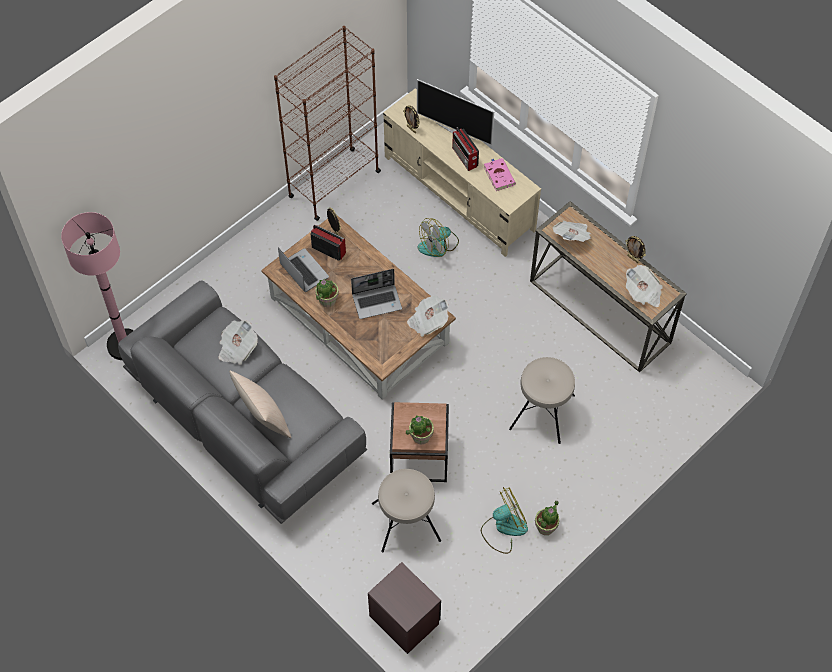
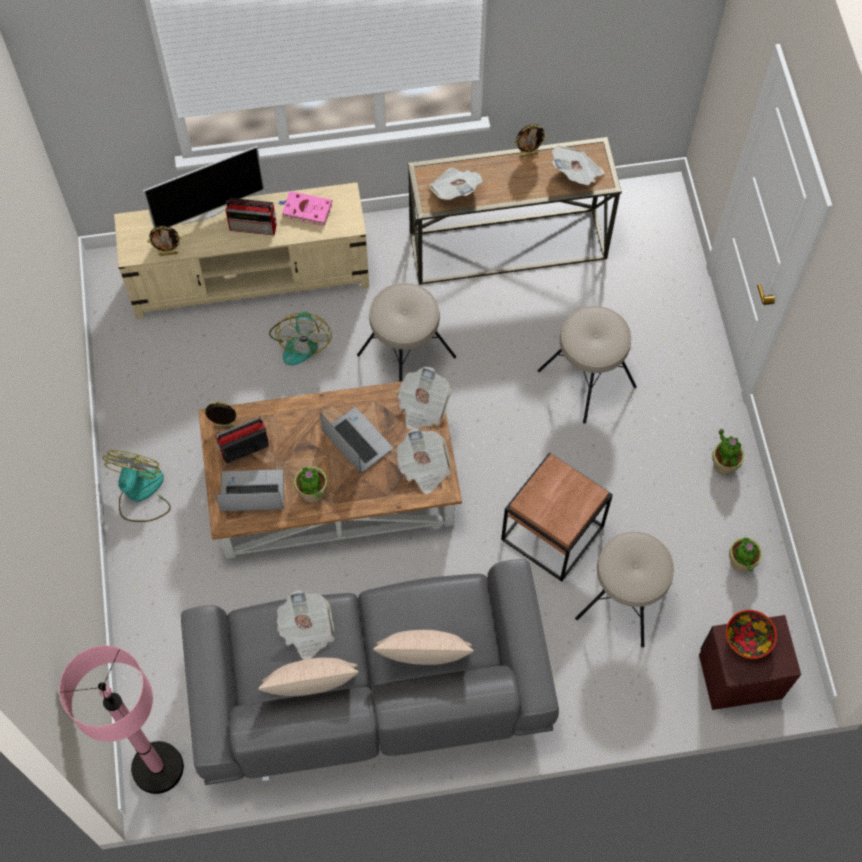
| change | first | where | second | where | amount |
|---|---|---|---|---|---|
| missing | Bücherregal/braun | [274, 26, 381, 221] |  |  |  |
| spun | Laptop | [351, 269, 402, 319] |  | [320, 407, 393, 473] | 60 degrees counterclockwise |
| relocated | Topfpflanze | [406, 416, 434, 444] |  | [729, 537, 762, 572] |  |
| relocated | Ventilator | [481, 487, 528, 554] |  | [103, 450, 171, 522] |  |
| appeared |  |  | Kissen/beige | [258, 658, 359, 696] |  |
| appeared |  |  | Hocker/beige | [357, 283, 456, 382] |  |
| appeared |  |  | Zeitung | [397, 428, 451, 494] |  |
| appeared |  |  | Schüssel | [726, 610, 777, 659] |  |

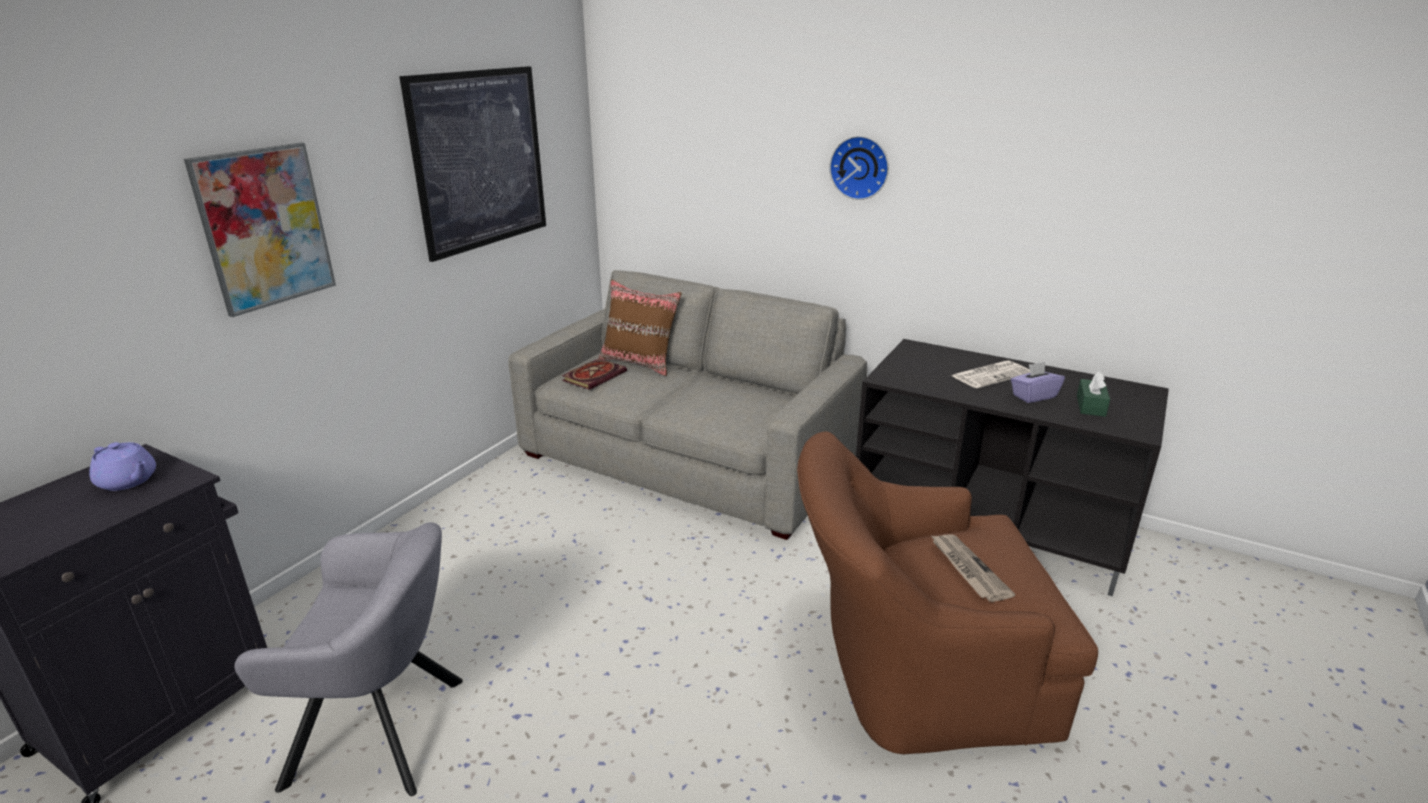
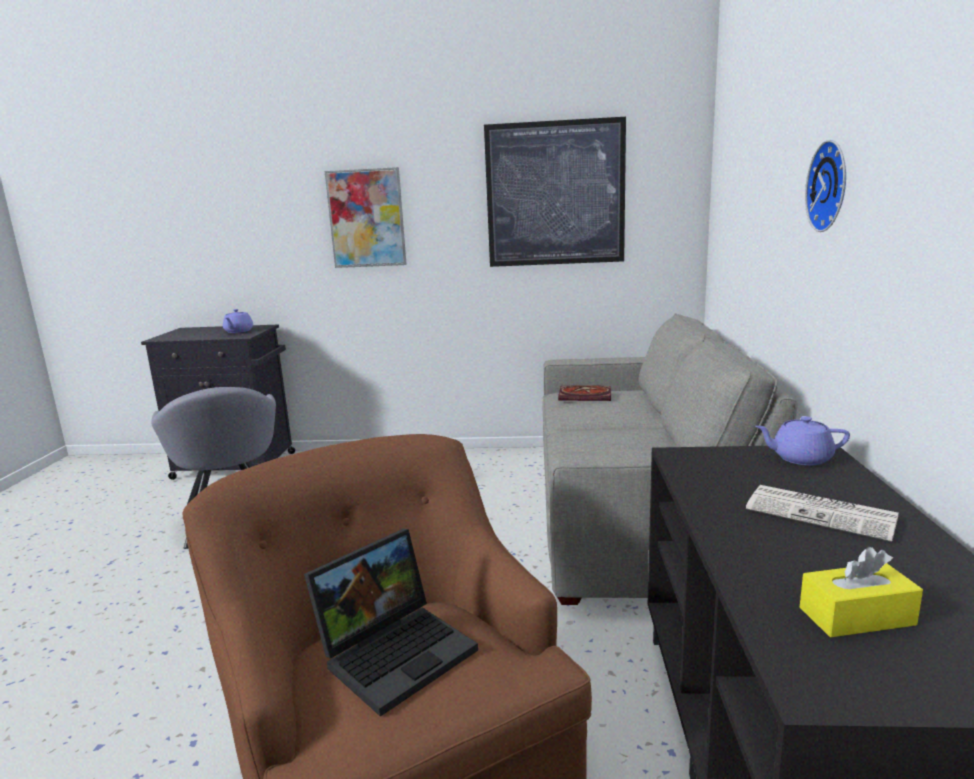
| change | first | where | second | where | amount |
|---|---|---|---|---|---|
| missing | Kissen/braun | [599, 279, 682, 376] |  |  |  |
| exchanged | Zeitung | [931, 534, 1015, 602] | Laptop | [304, 529, 478, 717] |  |
| missing | Taschentuchbox/lila | [1011, 362, 1065, 403] |  |  |  |
| colour | Taschentuchbox/grün | [1077, 372, 1110, 417] | Taschentuchbox/gelb | [800, 547, 923, 637] |  |
| appeared |  |  | Teekanne/lila | [755, 416, 850, 465] |  |

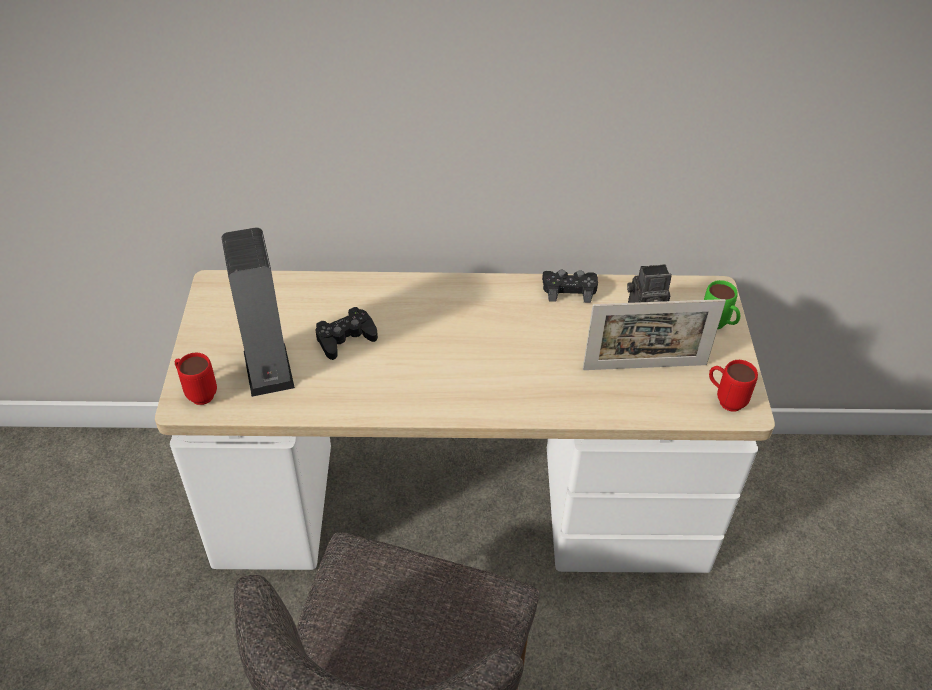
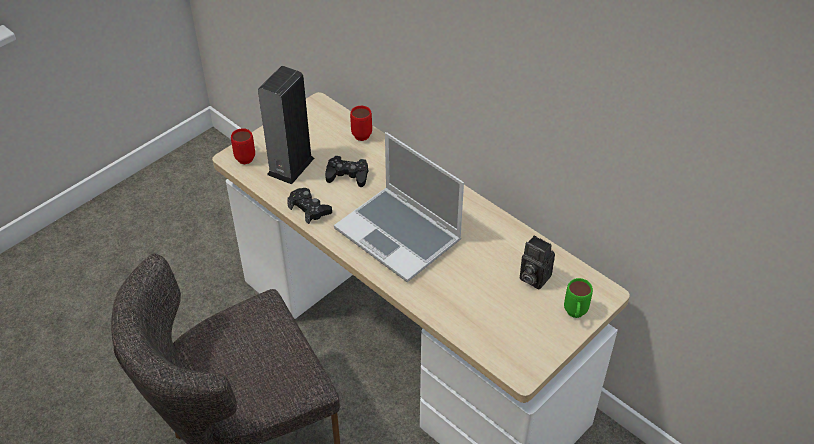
| change | first | where | second | where | amount |
|---|---|---|---|---|---|
| relocated | Gamepad/schwarz | [542, 270, 598, 303] |  | [287, 188, 332, 224] |  |
| missing | Bilderrahmen | [583, 299, 726, 370] |  |  |  |
| relocated | Henkelbecher/rot | [709, 360, 758, 411] |  | [350, 106, 372, 141] |  |
| appeared |  |  | Laptop | [334, 132, 464, 282] |  |

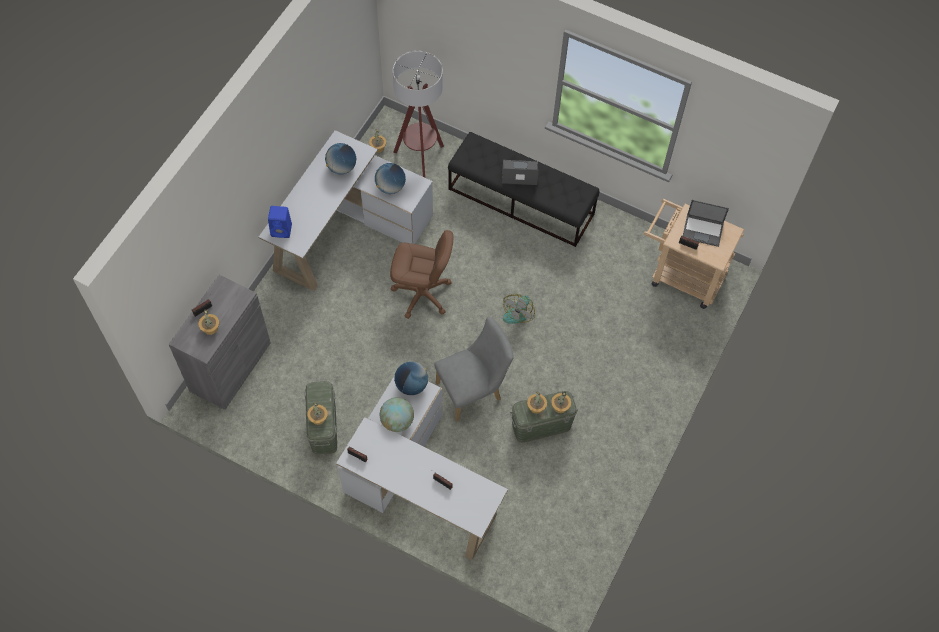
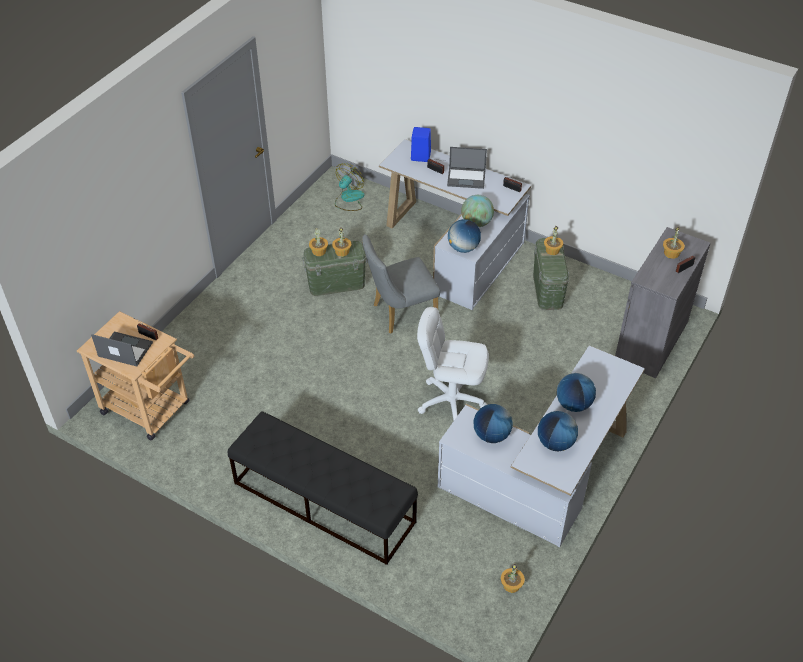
| change | first | where | second | where | amount |
|---|---|---|---|---|---|
| relocated | Lautsprecher/blau | [268, 206, 292, 238] |  | [411, 127, 431, 162] |  |
| colour | Bürostuhl/braun | [390, 230, 453, 319] | Bürostuhl/weiß | [417, 307, 489, 421] |  |
| missing | Stehlampe | [393, 51, 444, 178] |  |  |  |
| relocated | Laptop | [502, 160, 539, 185] |  | [447, 147, 487, 189] |  |
| relocated | Ventilator | [503, 294, 535, 324] |  | [335, 163, 365, 211] |  |
| appeared |  |  | Globus | [557, 373, 596, 412] |  |

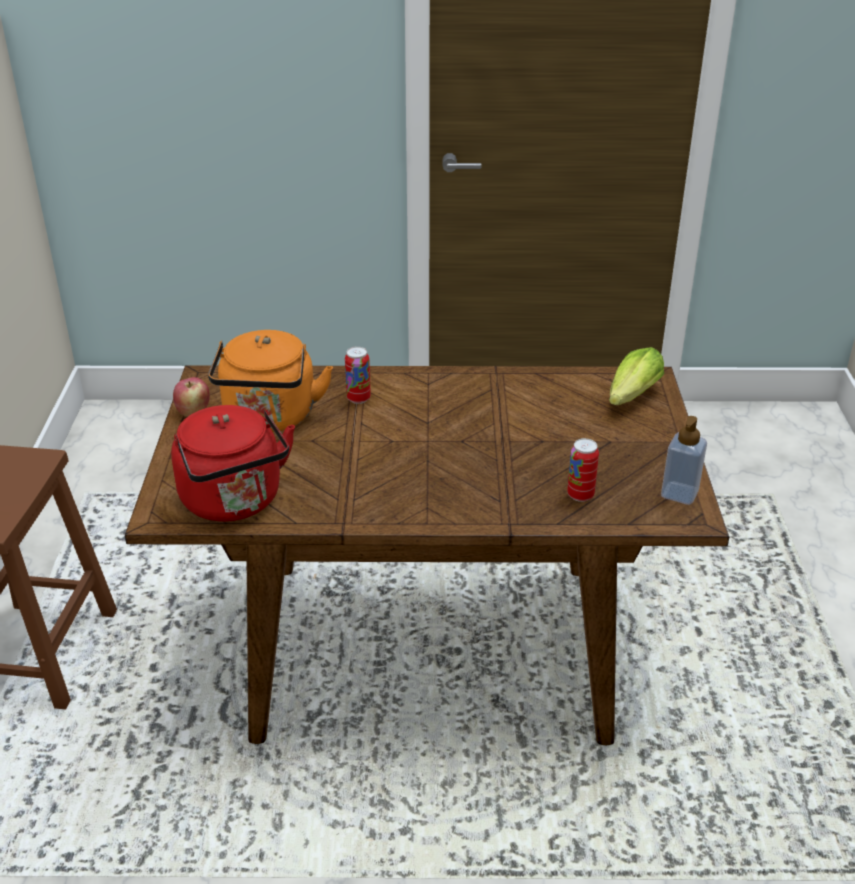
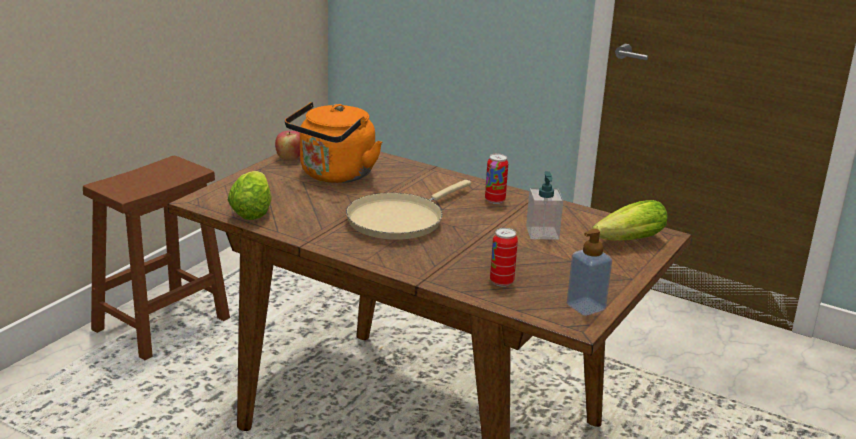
| change | first | where | second | where | amount |
|---|---|---|---|---|---|
| exchanged | Wasserkessel/rot | [171, 405, 295, 522] | Salatkopf | [228, 171, 272, 220] |  |
| relocated | Dose | [345, 346, 371, 404] |  | [485, 154, 508, 204] |  |
| appeared |  |  | Pfanne/beige | [346, 180, 471, 240] |  |
| appeared |  |  | Seifenspender | [526, 171, 563, 239] |  |

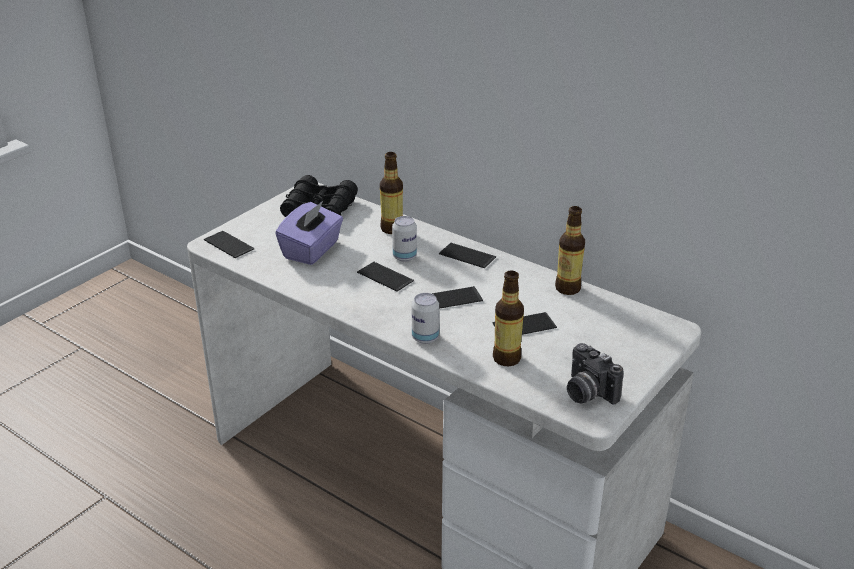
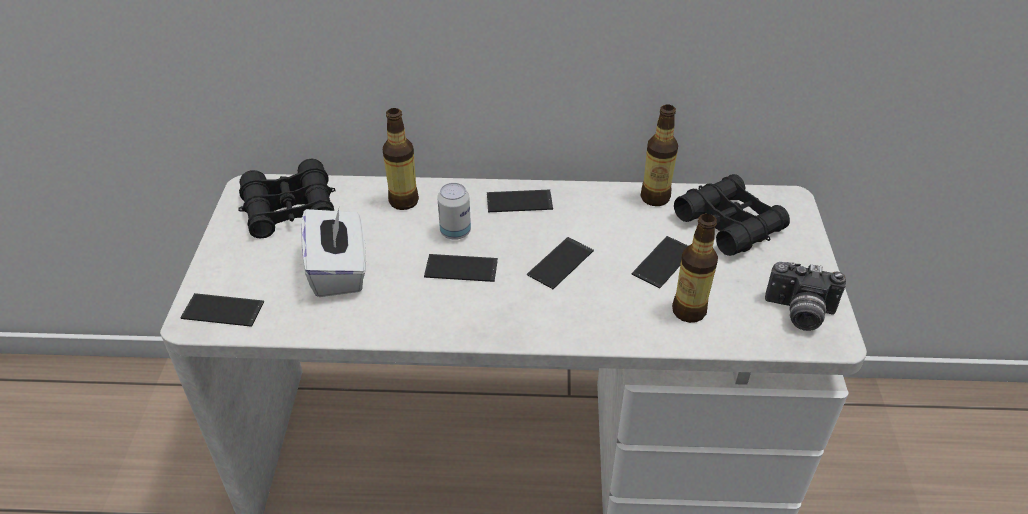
| change | first | where | second | where | amount |
|---|---|---|---|---|---|
| colour | Taschentuchbox/lila | [275, 201, 343, 265] | Taschentuchbox/weiß | [302, 205, 366, 297] |  |
| missing | Dose | [412, 293, 439, 344] |  |  |  |
| appeared |  |  | Fernglas/schwarz | [674, 174, 790, 256] |  |

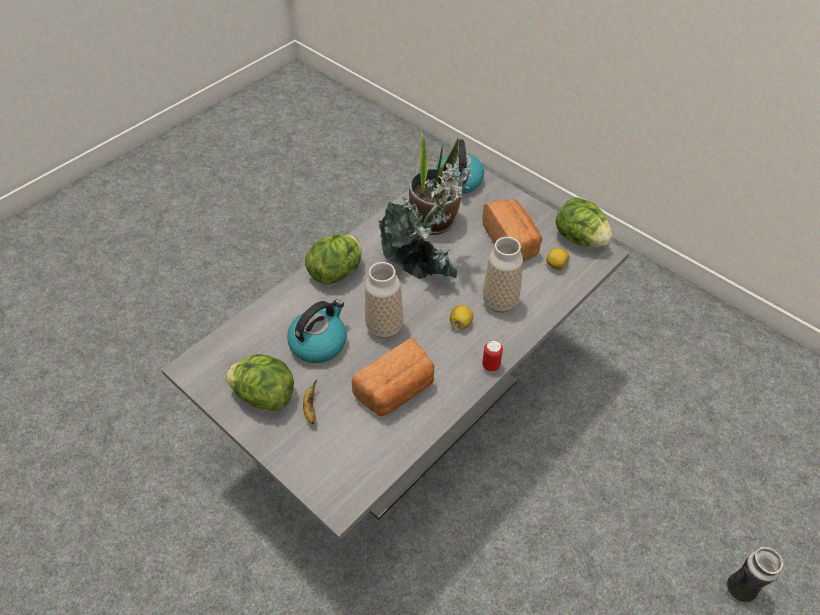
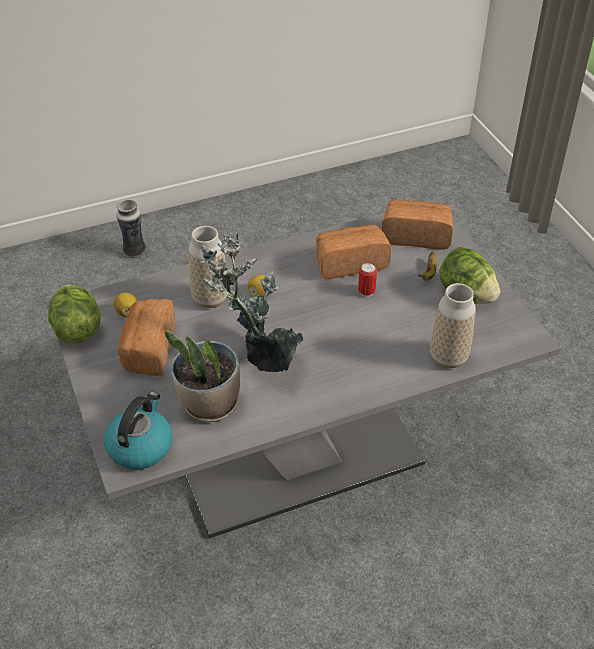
| change | first | where | second | where | amount |
|---|---|---|---|---|---|
| missing | Wasserkessel | [287, 299, 347, 363] |  |  |  |
| missing | Salatkopf | [305, 234, 361, 284] |  |  |  |
| relocated | Vase | [365, 262, 403, 339] |  | [430, 283, 476, 368] |  |
| relocated | Dose | [482, 340, 503, 372] |  | [358, 263, 377, 297] |  |
| appeared |  |  | Brot | [382, 200, 453, 250] |  |

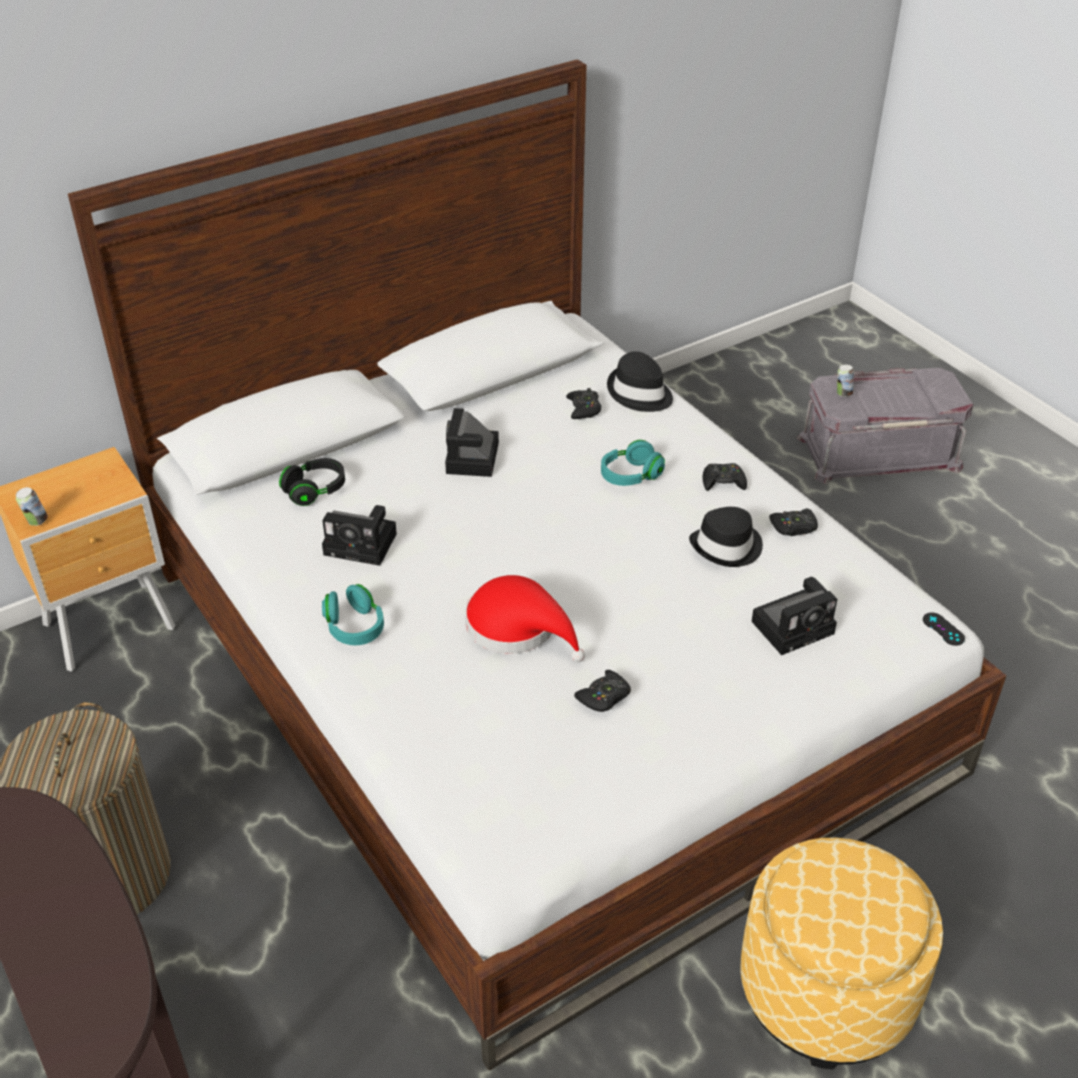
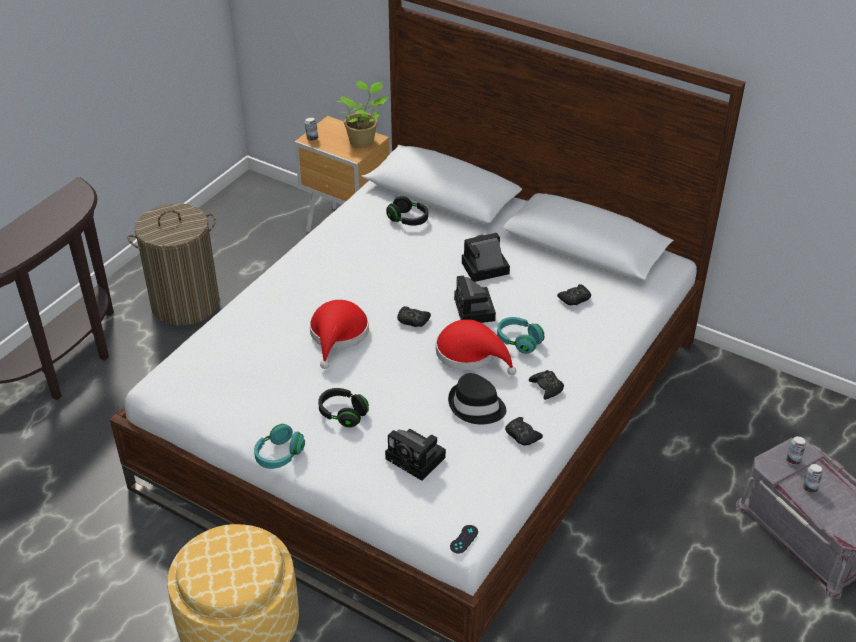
| change | first | where | second | where | amount |
|---|---|---|---|---|---|
| relocated | Kamera | [322, 505, 397, 566] |  | [454, 276, 496, 323] |  |
| relocated | Kopfhörer/türkis | [322, 584, 384, 645] |  | [254, 424, 305, 469] |  |
| relocated | Gamepad/schwarz | [574, 670, 631, 712] |  | [397, 306, 431, 327] |  |
| missing | Hut/schwarz | [607, 351, 673, 412] |  |  |  |
| appeared |  |  | Kopfhörer/schwarz | [318, 388, 369, 428] |  |
| appeared |  |  | Topfpflanze | [336, 81, 388, 148] |  |
| appeared |  |  | Hut/rot | [436, 319, 516, 375] |  |
| appeared |  |  | Dose | [803, 464, 823, 493] |  |

